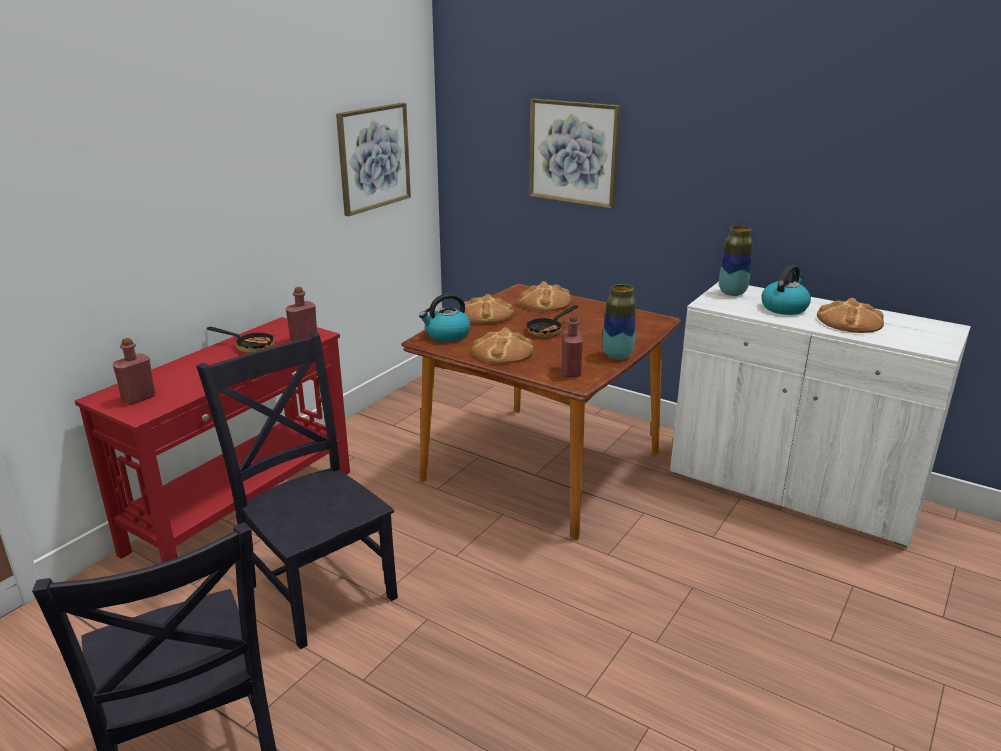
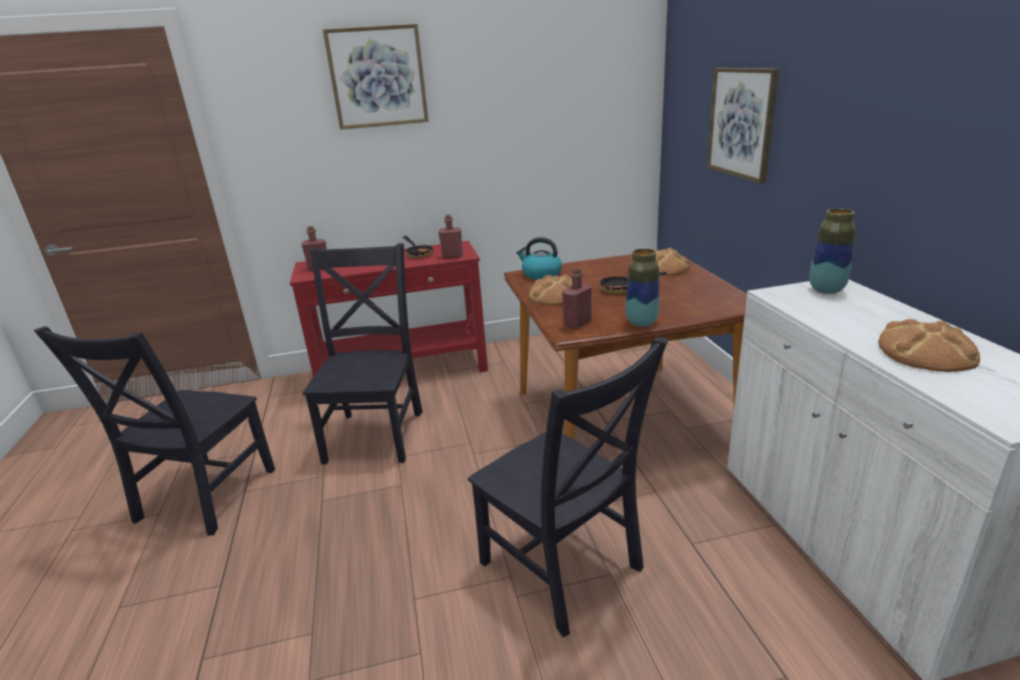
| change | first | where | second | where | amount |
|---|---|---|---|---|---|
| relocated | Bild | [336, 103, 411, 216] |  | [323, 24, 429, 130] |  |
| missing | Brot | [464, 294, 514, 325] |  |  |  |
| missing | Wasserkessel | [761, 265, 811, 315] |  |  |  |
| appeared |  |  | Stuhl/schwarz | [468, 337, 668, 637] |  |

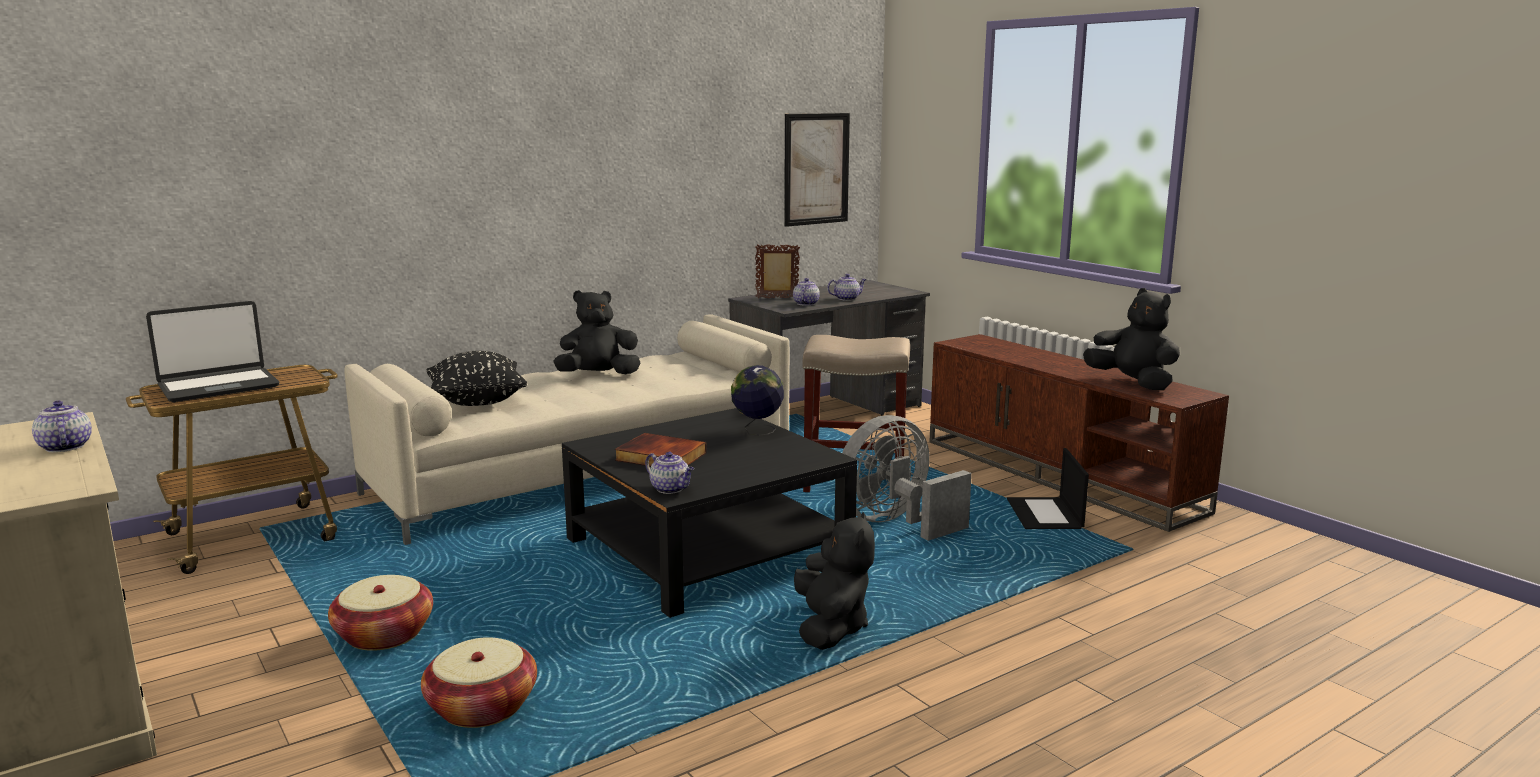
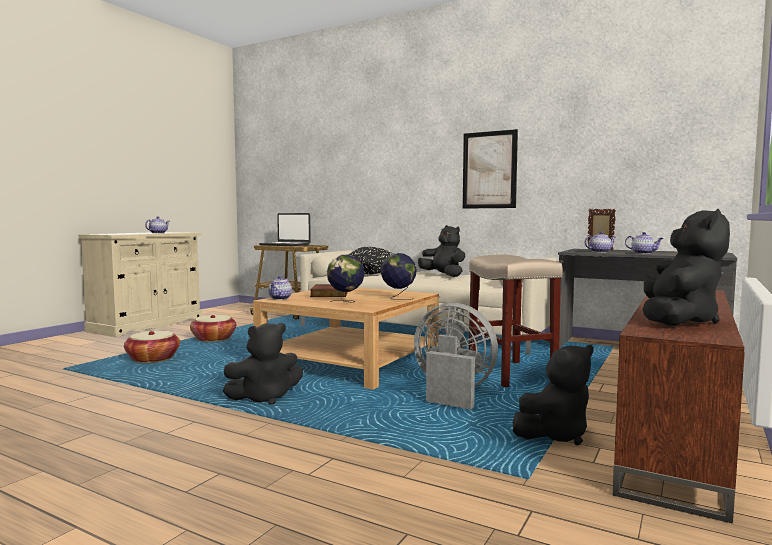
| change | first | where | second | where | amount |
|---|---|---|---|---|---|
| colour | Couchtisch/schwarz | [562, 408, 857, 618] | Couchtisch/beige | [253, 288, 439, 390] |  |
| relocated | Bild | [784, 113, 850, 227] |  | [463, 129, 518, 209] |  |
| exchanged | Laptop | [1007, 448, 1089, 529] | Plüschtier/schwarz | [513, 345, 593, 445] |  |
| appeared |  |  | Globus | [327, 255, 364, 303] |  |

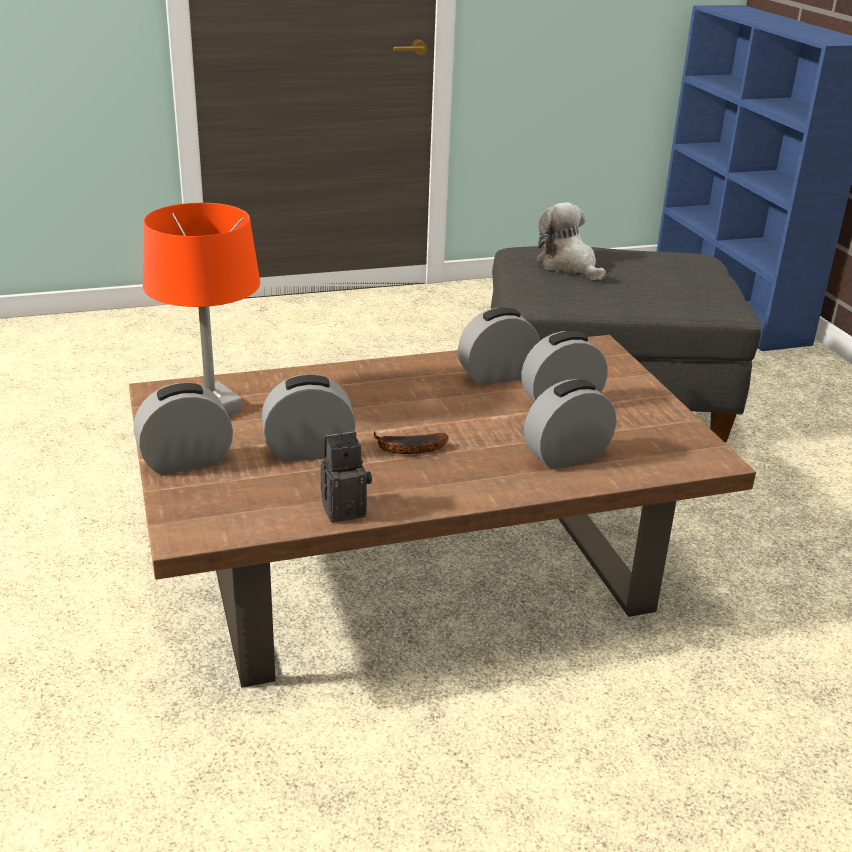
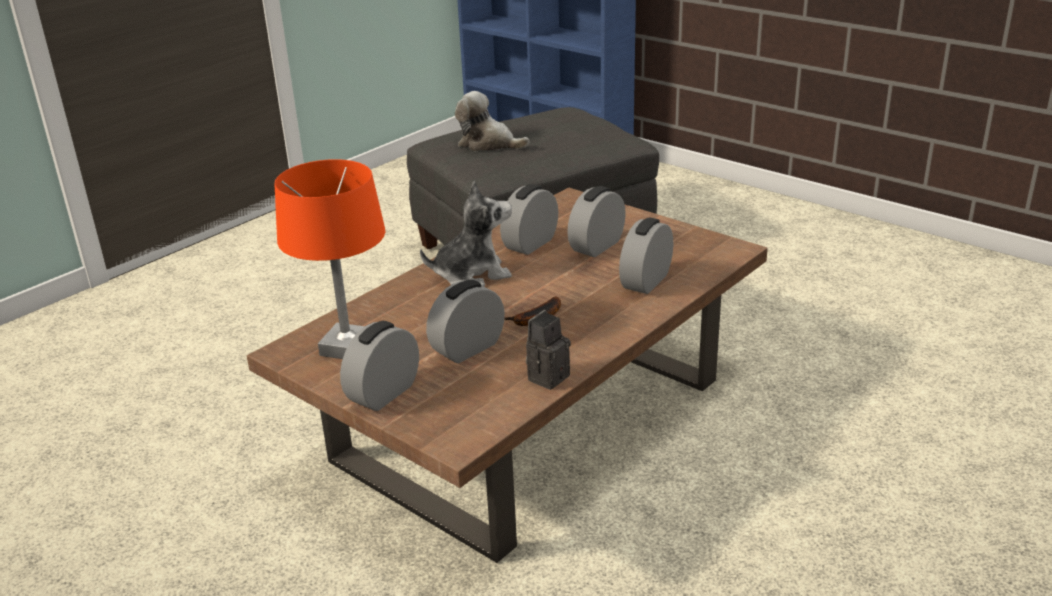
| change | first | where | second | where | amount |
|---|---|---|---|---|---|
| appeared |  |  | Plüschtier | [420, 181, 512, 287] |  |

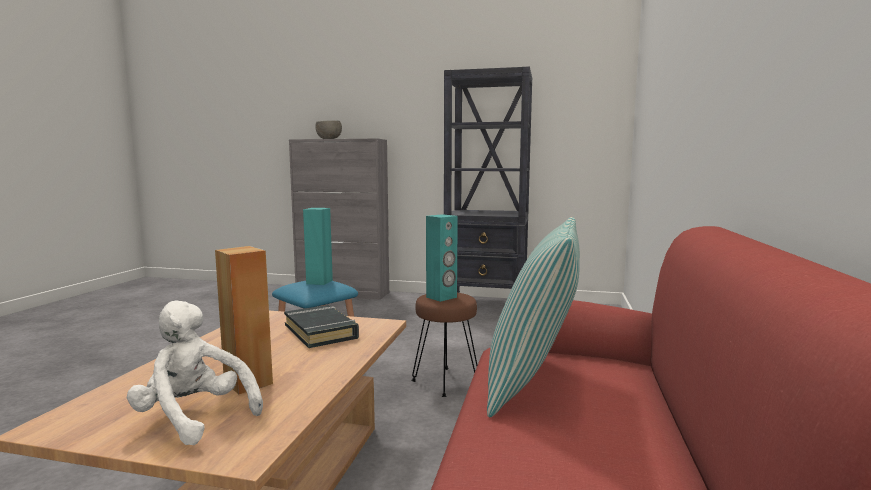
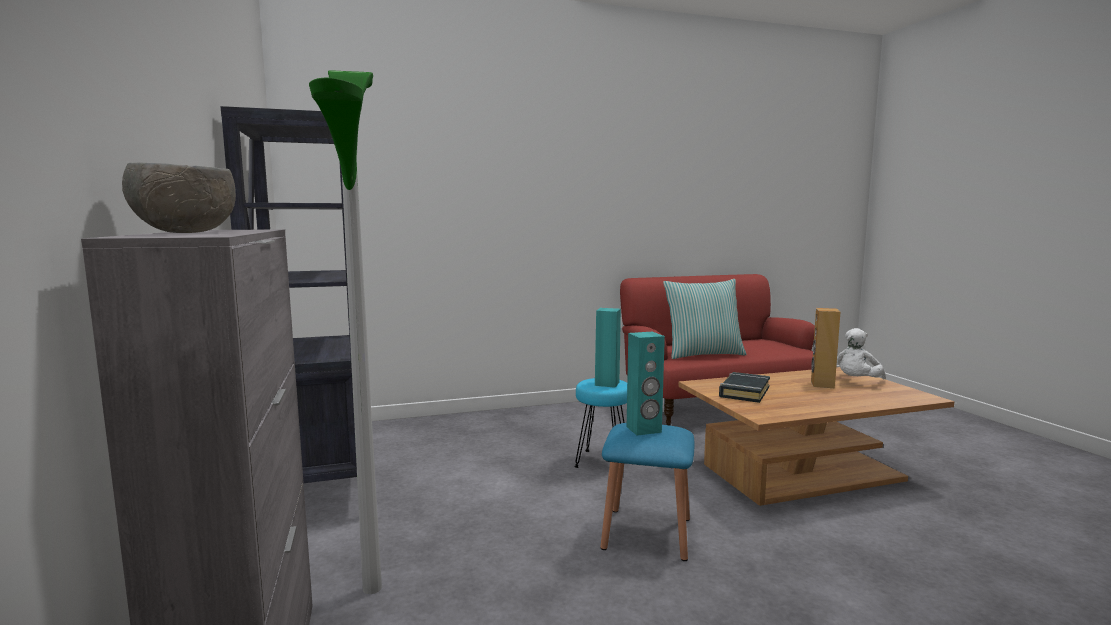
| change | first | where | second | where | amount |
|---|---|---|---|---|---|
| spun | Plüschtier/weiß | [127, 300, 263, 445] |  | [837, 328, 886, 380] | 45 degrees clockwise |
| colour | Hocker/braun | [411, 293, 477, 397] | Hocker/türkis | [574, 378, 627, 468] |  |
| appeared |  |  | Stehlampe | [309, 70, 382, 594] |  |

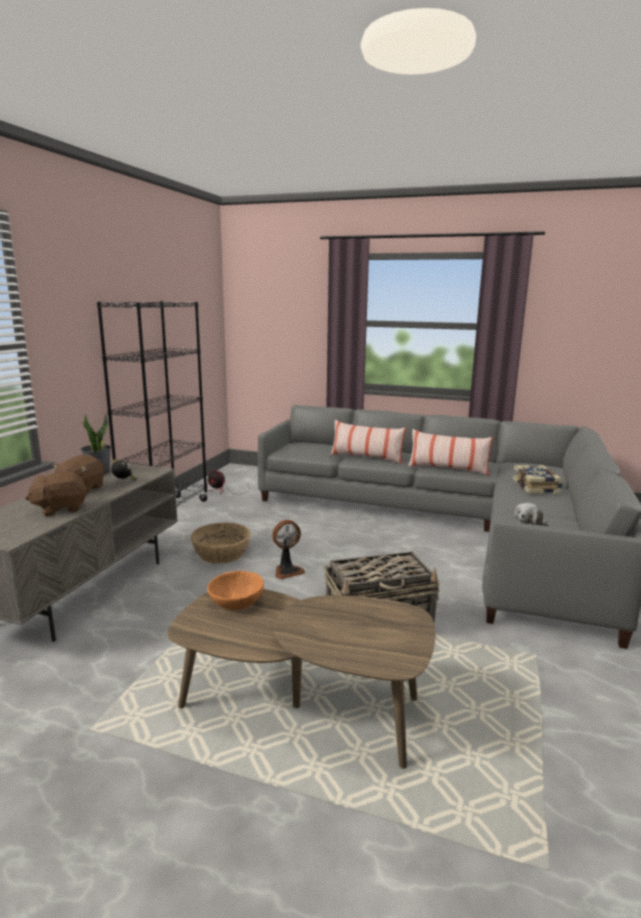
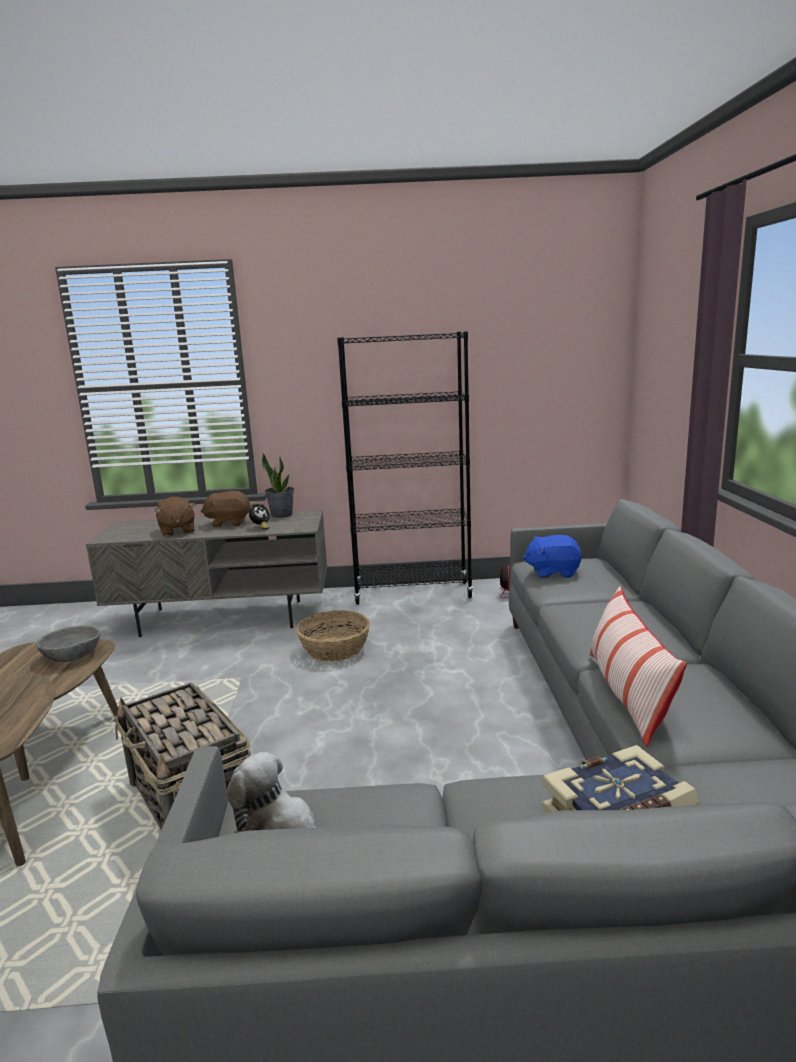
| change | first | where | second | where | amount |
|---|---|---|---|---|---|
| spun | Plüschtier/braun | [25, 472, 88, 516] |  | [154, 497, 195, 536] | 150 degrees counterclockwise |
| colour | Schüssel/orange | [207, 571, 264, 610] | Schüssel/grau | [37, 625, 100, 662] |  |
| missing | Ventilator | [272, 520, 305, 579] |  |  |  |
| missing | Kissen | [330, 420, 406, 464] |  |  |  |
| appeared |  |  | Plüschtier/blau | [522, 535, 582, 579] |  |

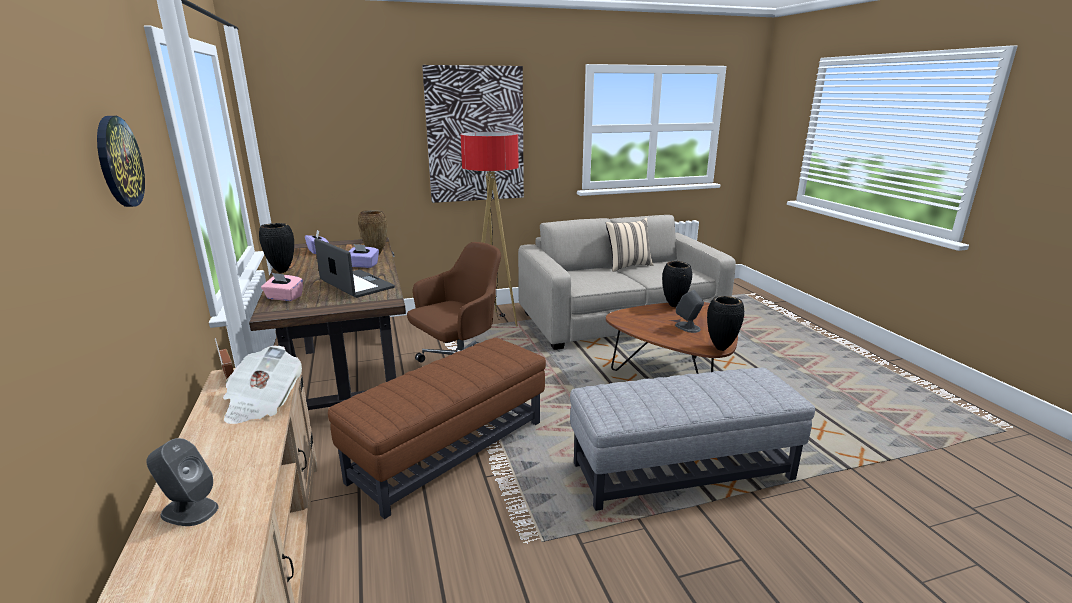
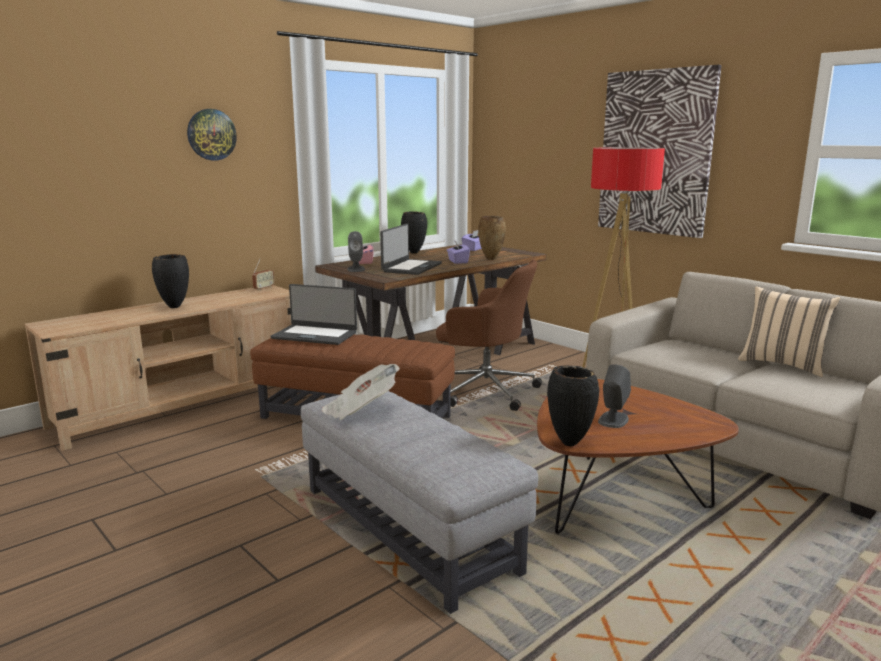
| change | first | where | second | where | amount |
|---|---|---|---|---|---|
| relocated | Lautsprecher/grau | [146, 438, 218, 526] |  | [347, 231, 365, 272] |  |
| relocated | Zeitung | [223, 346, 302, 424] |  | [322, 364, 400, 420] |  |
| relocated | Vase/schwarz | [662, 261, 692, 307] |  | [152, 254, 189, 308] |  |
| appeared |  |  | Laptop | [271, 284, 357, 345] |  |

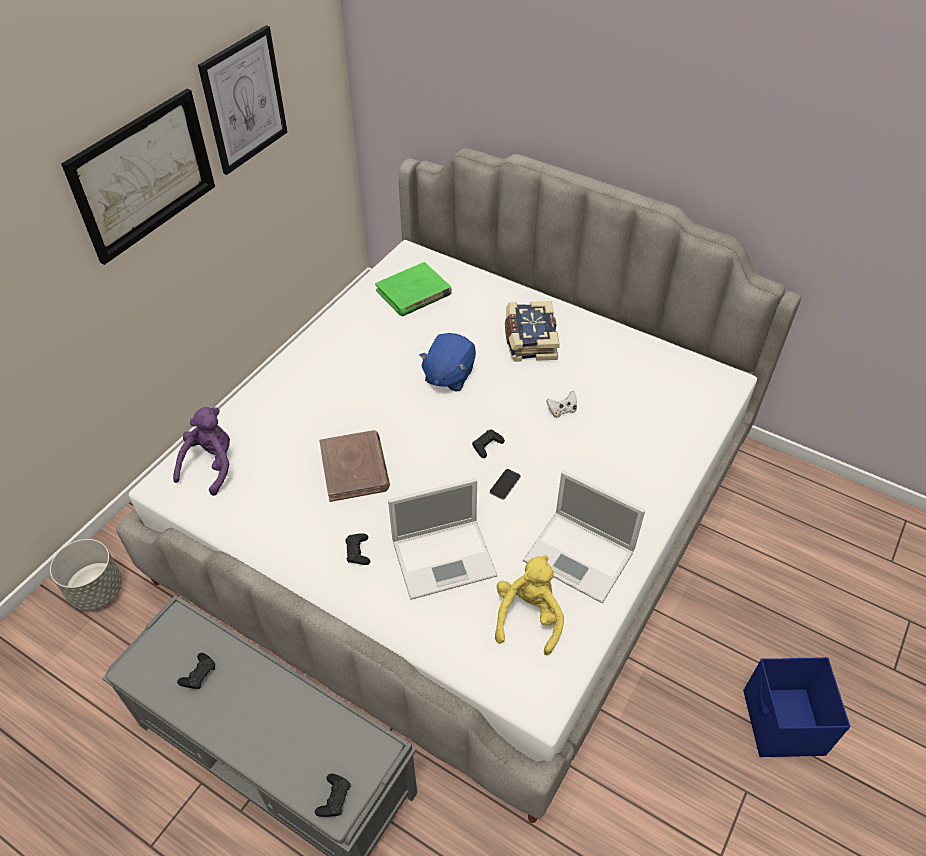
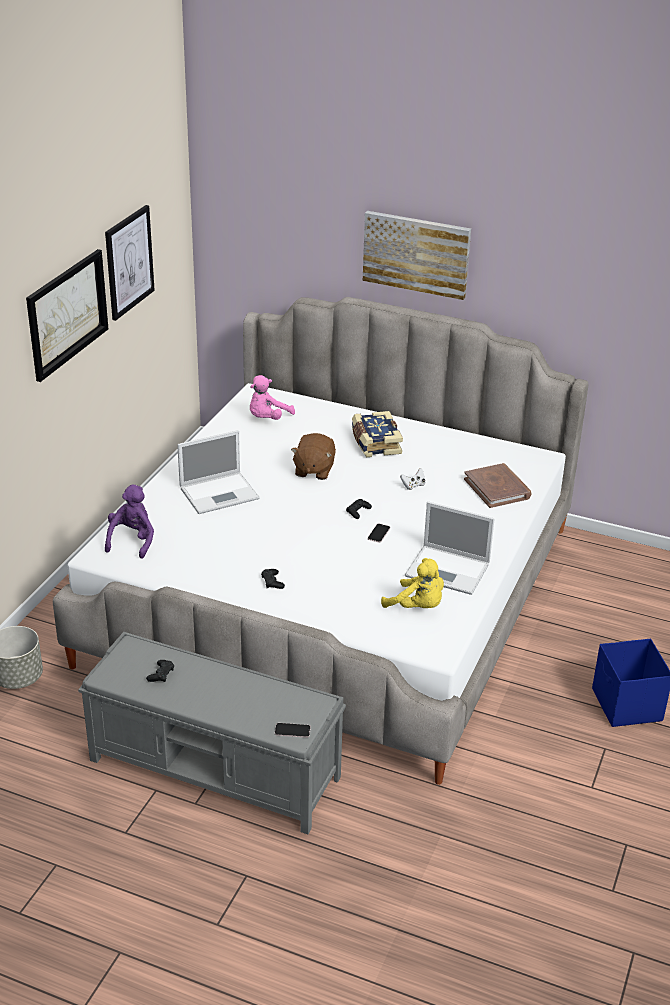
| change | first | where | second | where | amount |
|---|---|---|---|---|---|
| exchanged | Gamepad/schwarz | [315, 774, 351, 817] | Handy | [275, 723, 311, 738] |  |
| relocated | Buch/braun | [319, 430, 390, 502] |  | [464, 463, 532, 508] |  |
| exchanged | Buch/grün | [375, 262, 452, 316] | Plüschtier/rosa | [250, 375, 295, 420] |  |
| relocated | Laptop | [388, 478, 498, 600] |  | [177, 430, 260, 514] |  |
| colour | Plüschtier/blau | [419, 333, 476, 391] | Plüschtier/braun | [291, 433, 336, 480] |  |
| spun | Plüschtier/gelb | [495, 555, 564, 655] |  | [381, 558, 444, 608] | 120 degrees clockwise |
| appeared |  |  | Bild | [363, 211, 471, 300] |  |

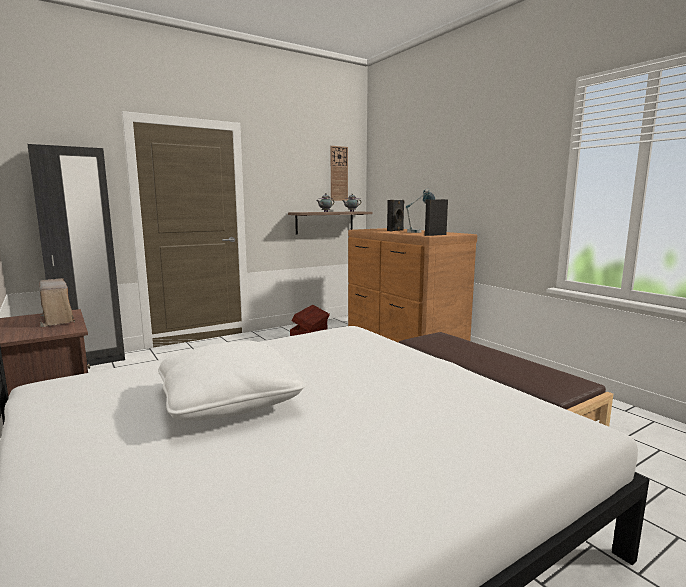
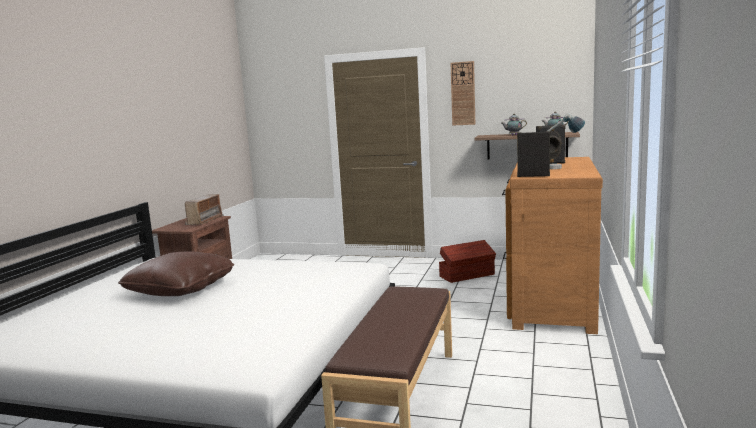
| change | first | where | second | where | amount |
|---|---|---|---|---|---|
| missing | Kleiderschrank/schwarz | [27, 144, 125, 366] |  |  |  |
| colour | Kissen/weiß | [158, 341, 306, 421] | Kissen/braun | [118, 251, 234, 296] |  |
| relocated | Wanduhr | [331, 146, 348, 201] |  | [451, 61, 475, 126] |  |

